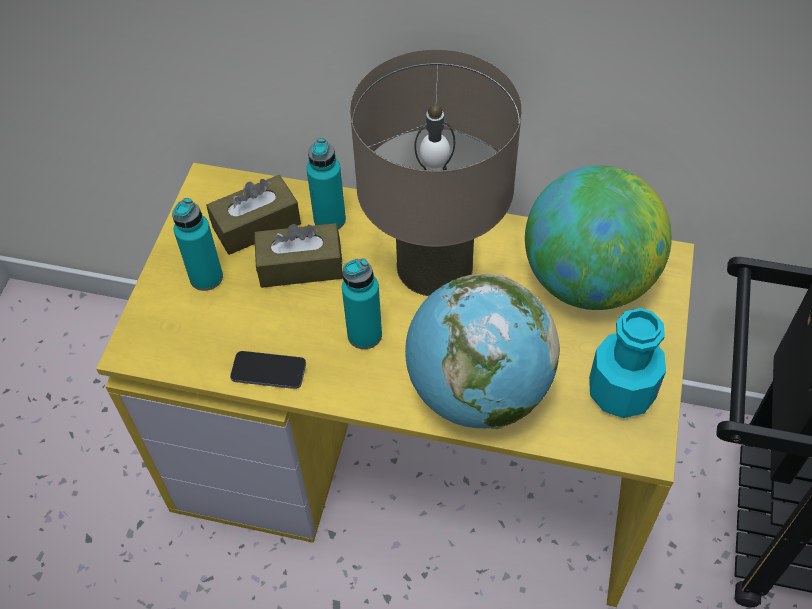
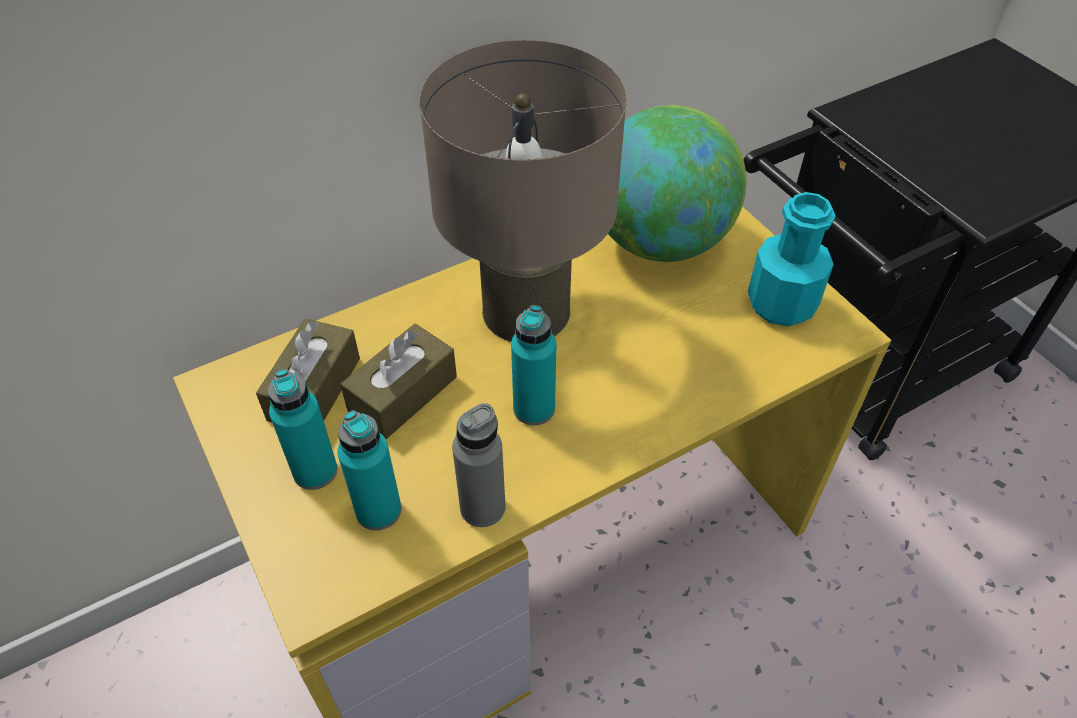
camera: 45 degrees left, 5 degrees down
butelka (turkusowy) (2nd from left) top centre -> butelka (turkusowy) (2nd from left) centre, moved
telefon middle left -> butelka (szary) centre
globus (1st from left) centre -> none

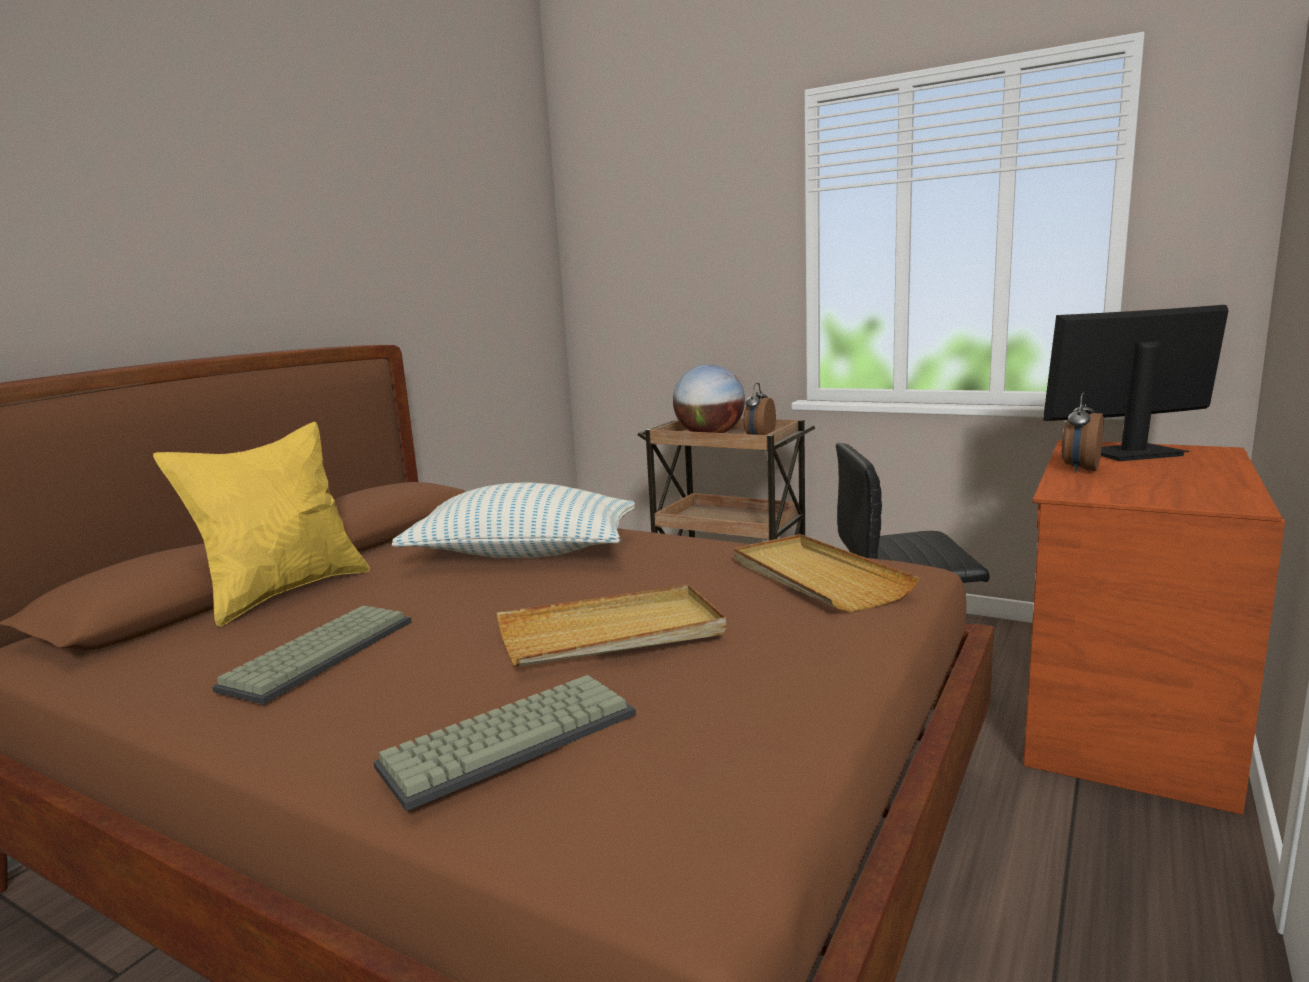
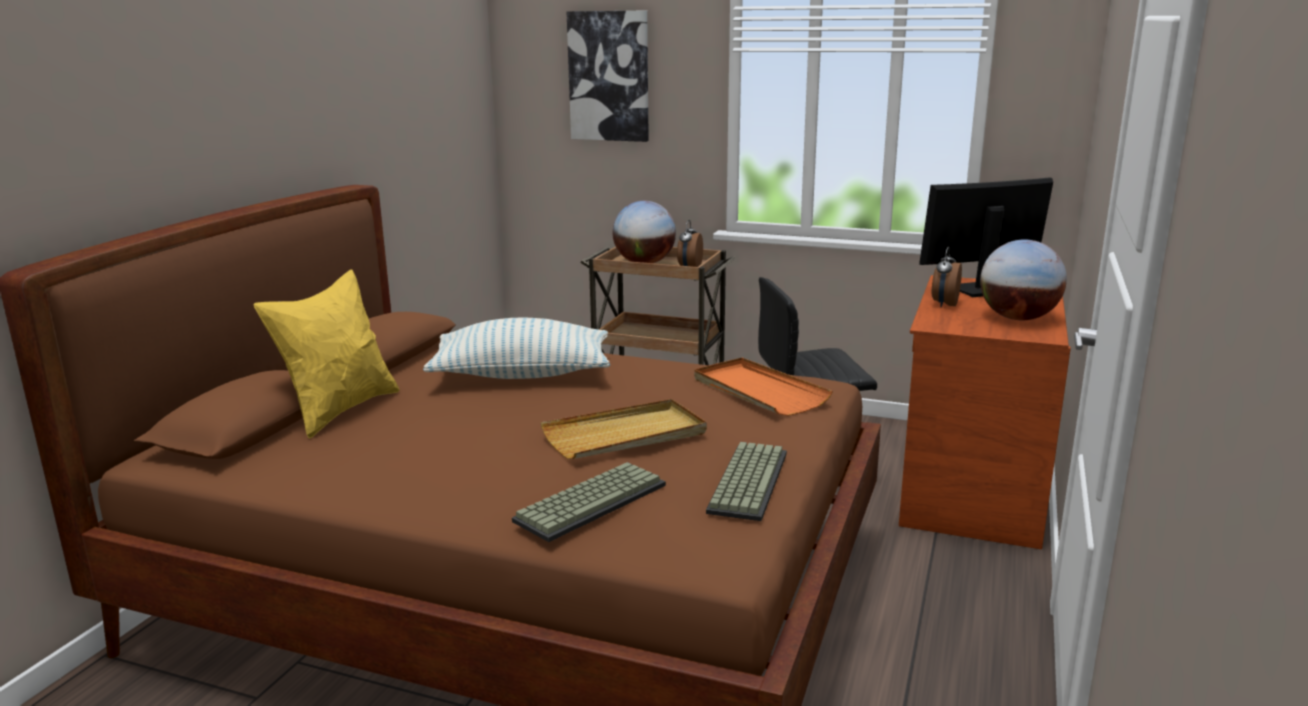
camera: 10 degrees left, 5 degrees up
none -> obraz top centre
taca (beżowy) (2nd from left) centre -> taca (pomarańczowy) centre
klawiatura (1st from left in the first image) bottom left -> klawiatura (2nd from left) bottom centre, moved
none -> globus (2nd from left) middle right

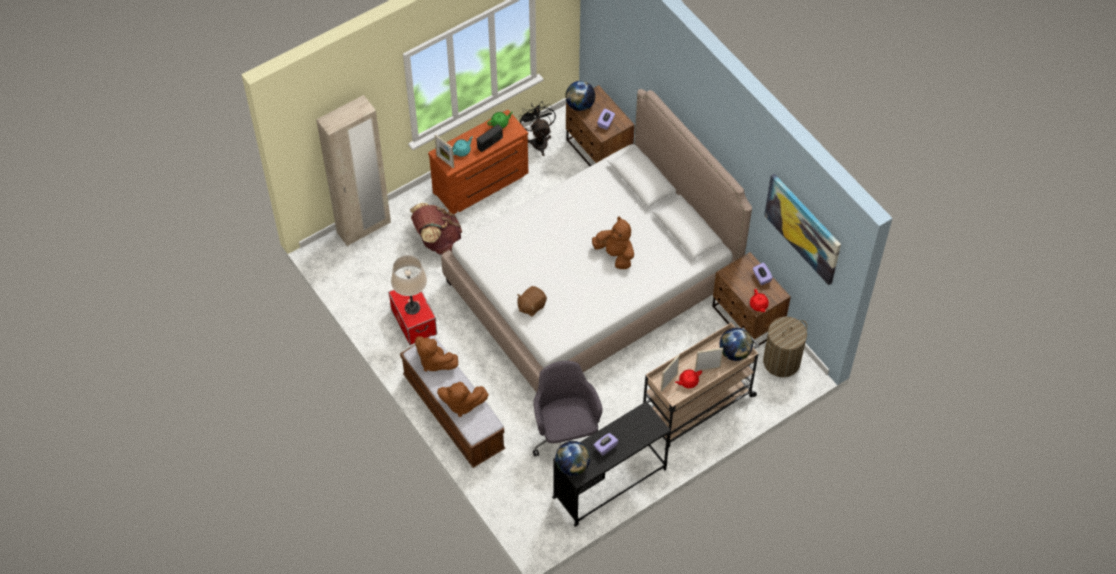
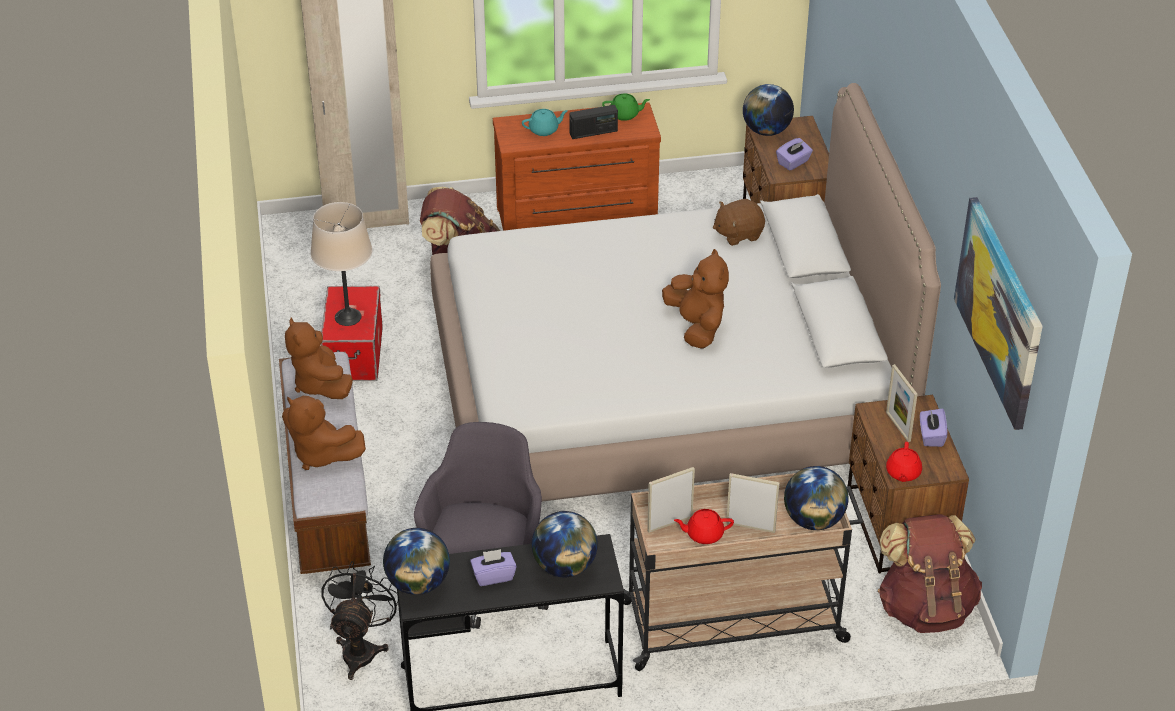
camera: 25 degrees right, 15 degrees down
wentylator (czarny) top centre -> wentylator (czarny) bottom left, moved
none -> globus (2nd from left) bottom centre
pluszak (brązowy) (3rd from left in the first image) centre -> pluszak (brązowy) (4th from left) top centre, moved
kosz na pranie middle right -> plecak (brązowy) (2nd from left) bottom right
ramka na zdjęcie (1st from left in the first image) top centre -> ramka na zdjęcie (3rd from left) middle right, moved

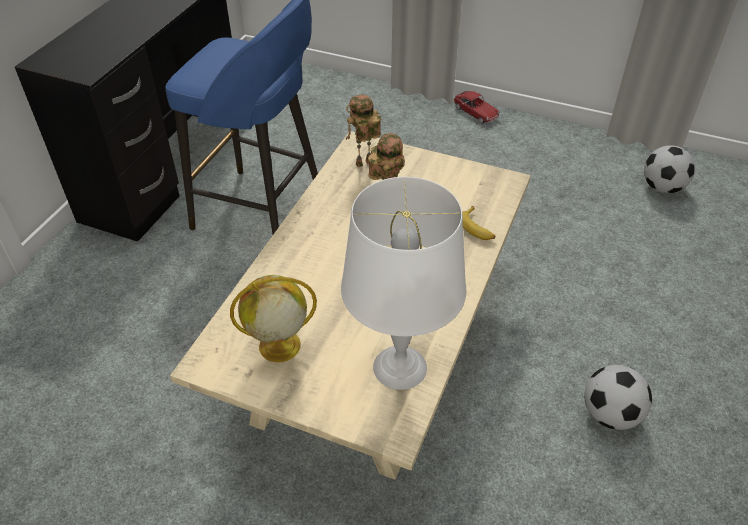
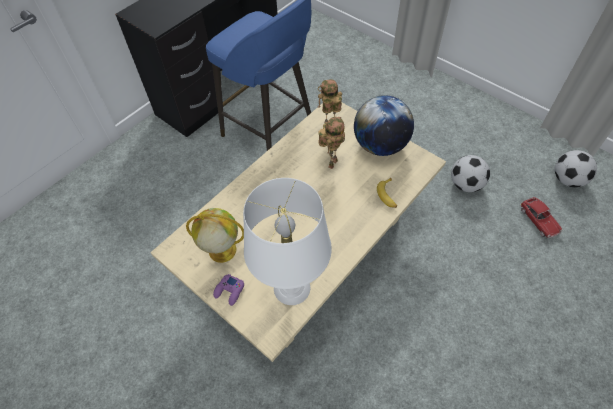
camera: 20 degrees right, 10 degrees up
none -> pad do gier (fioletowy) bottom centre
none -> globus (2nd from left) top centre
piłka futbolowa (1st from left) bottom right -> piłka futbolowa (1st from left) middle right, moved
samochodzik top centre -> samochodzik middle right, moved

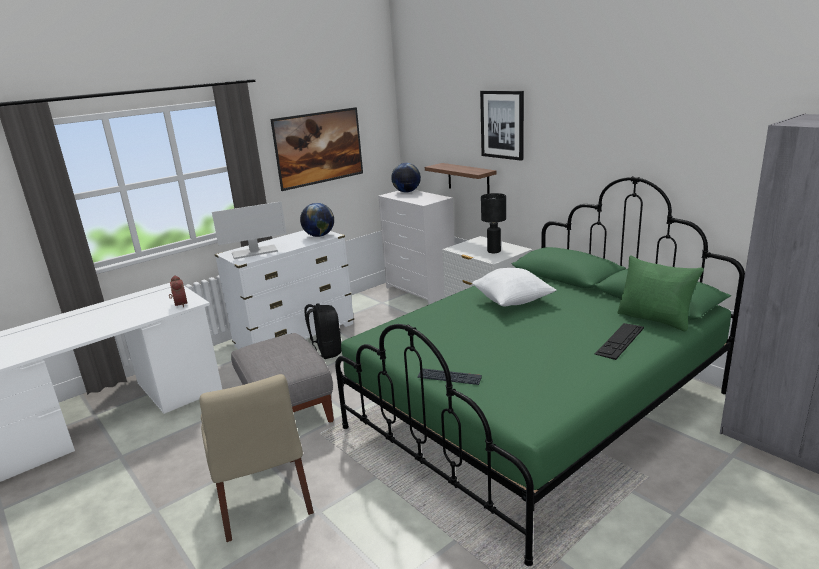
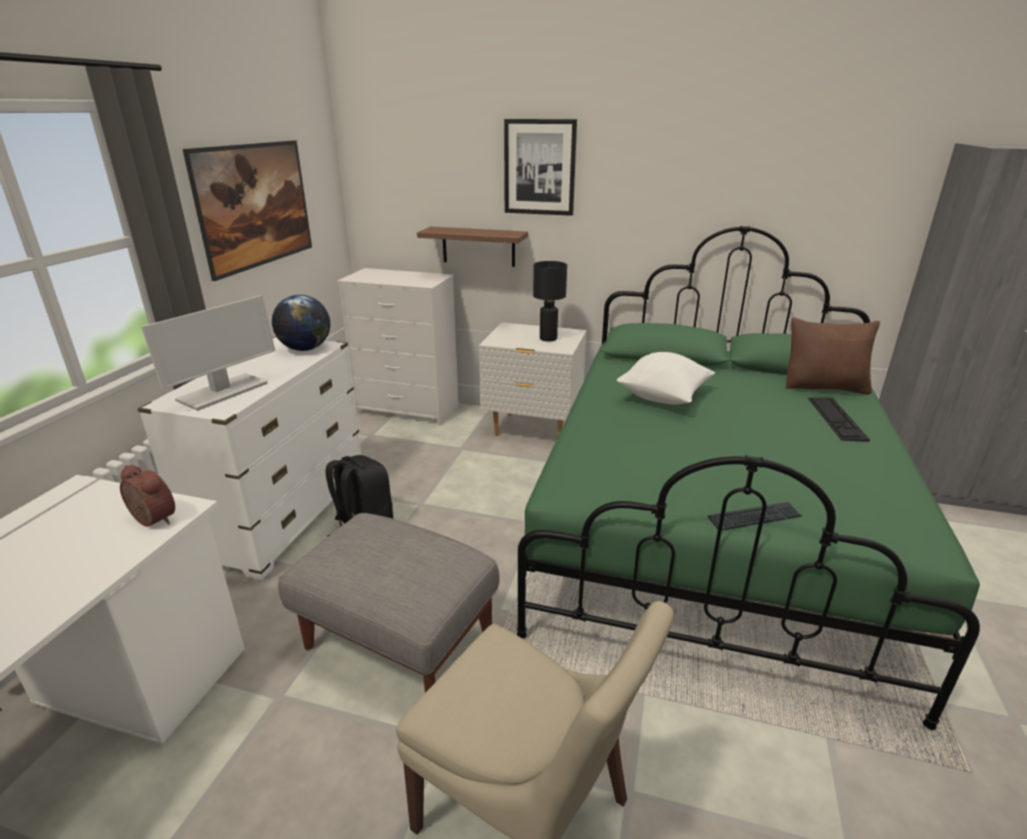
camera: 35 degrees left, 5 degrees up
poduszka (zielony) middle right -> poduszka (brązowy) middle right
globus (2nd from left) top centre -> none

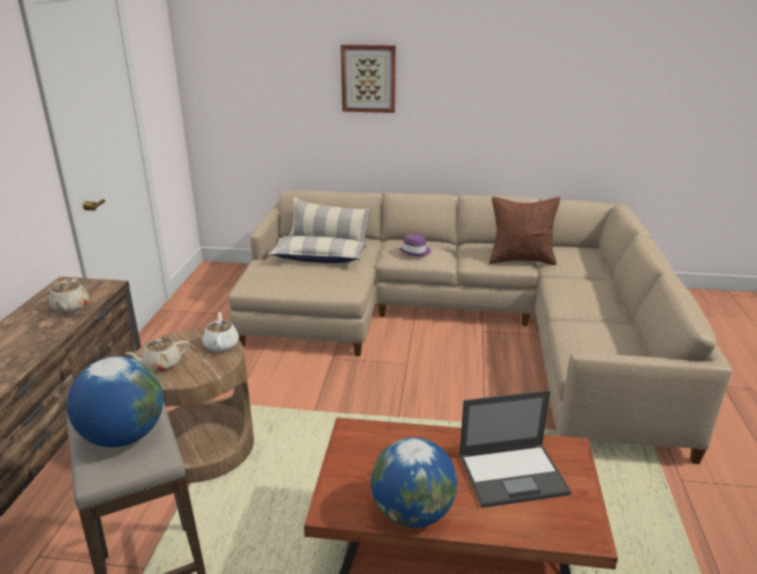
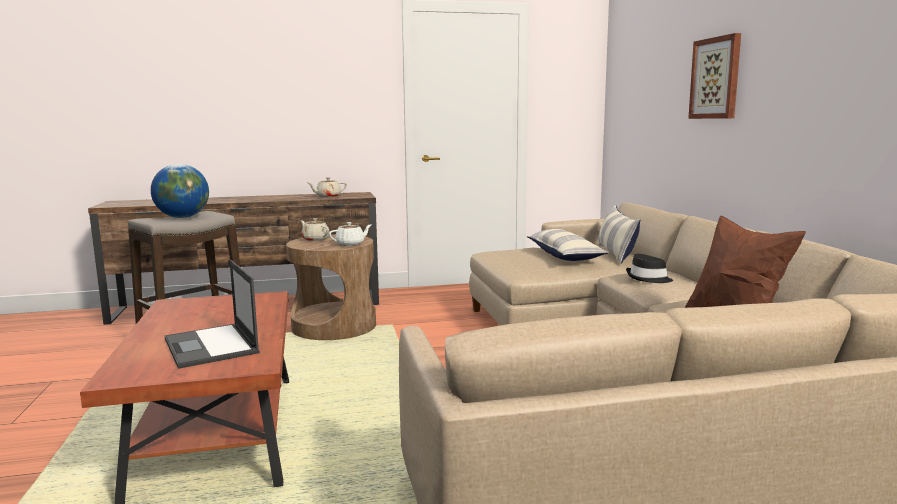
camera: 70 degrees right, 15 degrees down
kapelusz (fioletowy) centre -> kapelusz (czarny) middle right
globus (2nd from left) bottom centre -> none

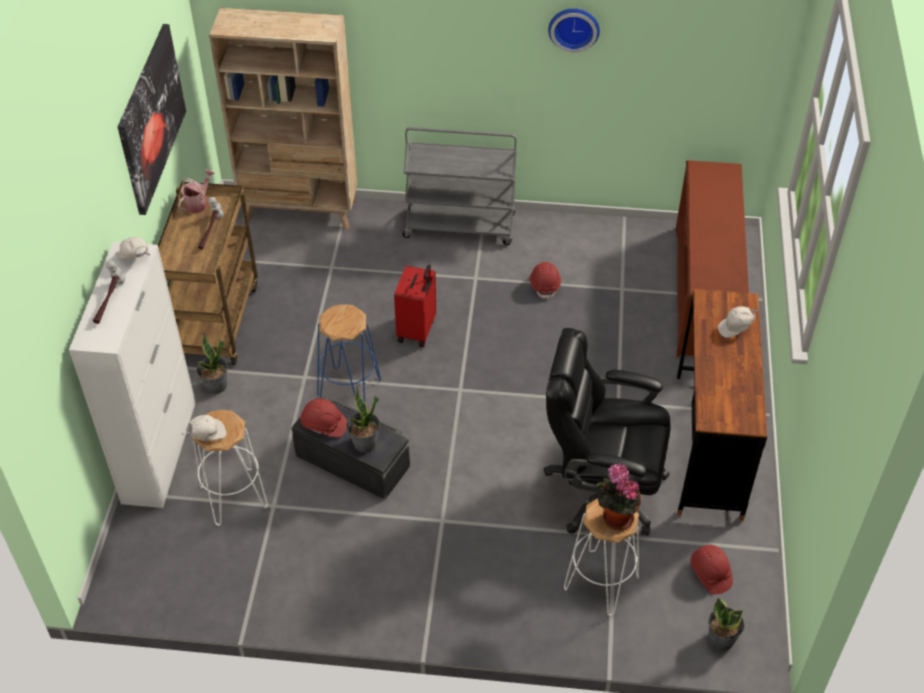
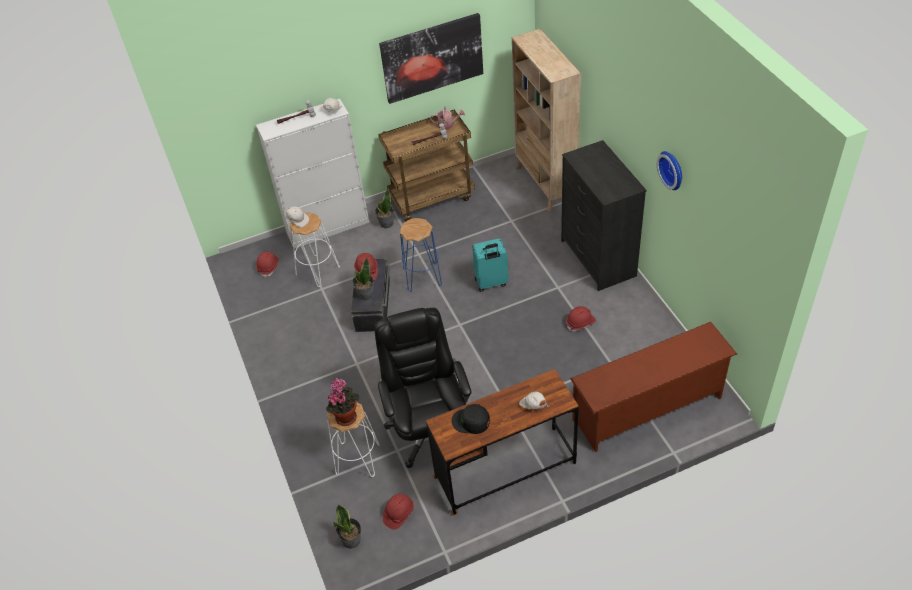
camera: 65 degrees right, 0 degrees up
none -> kask (czerwony) (1st from left) middle left
none -> czapka z daszkiem (czarny) bottom centre
walizka (czerwony) centre -> walizka (turkusowy) centre
wózek (szary) top centre -> komoda (czarny) centre

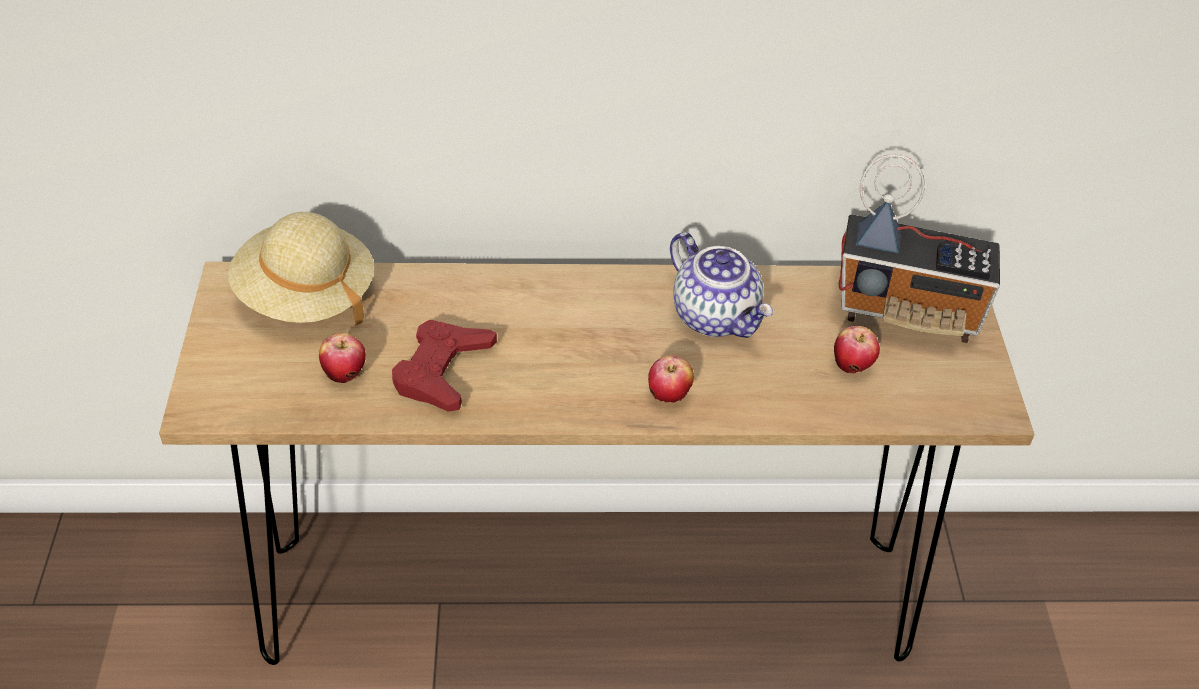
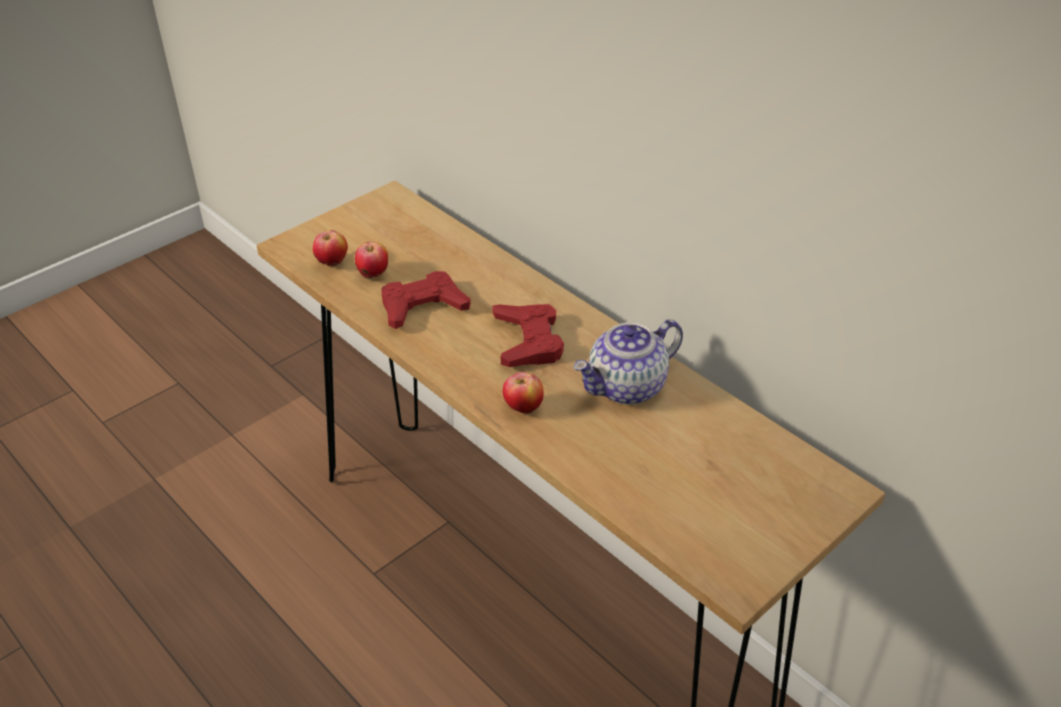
camera: 50 degrees right, 5 degrees down
jabłko (3rd from left in the first image) middle right -> jabłko (1st from left) middle left, moved
none -> pad do gier (czerwony) (2nd from left) centre
imbryk centre, 45 degrees clockwise
kapelusz (beżowy) middle left -> none
radio middle right -> none

